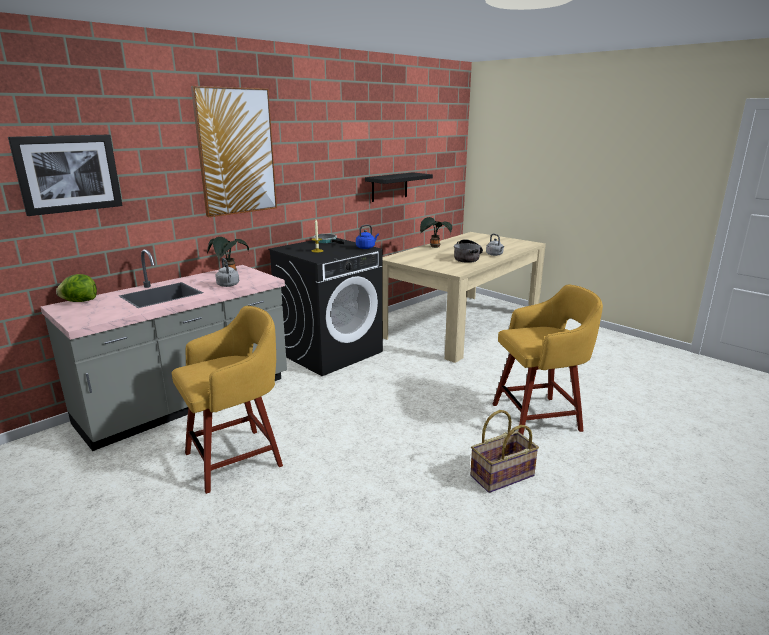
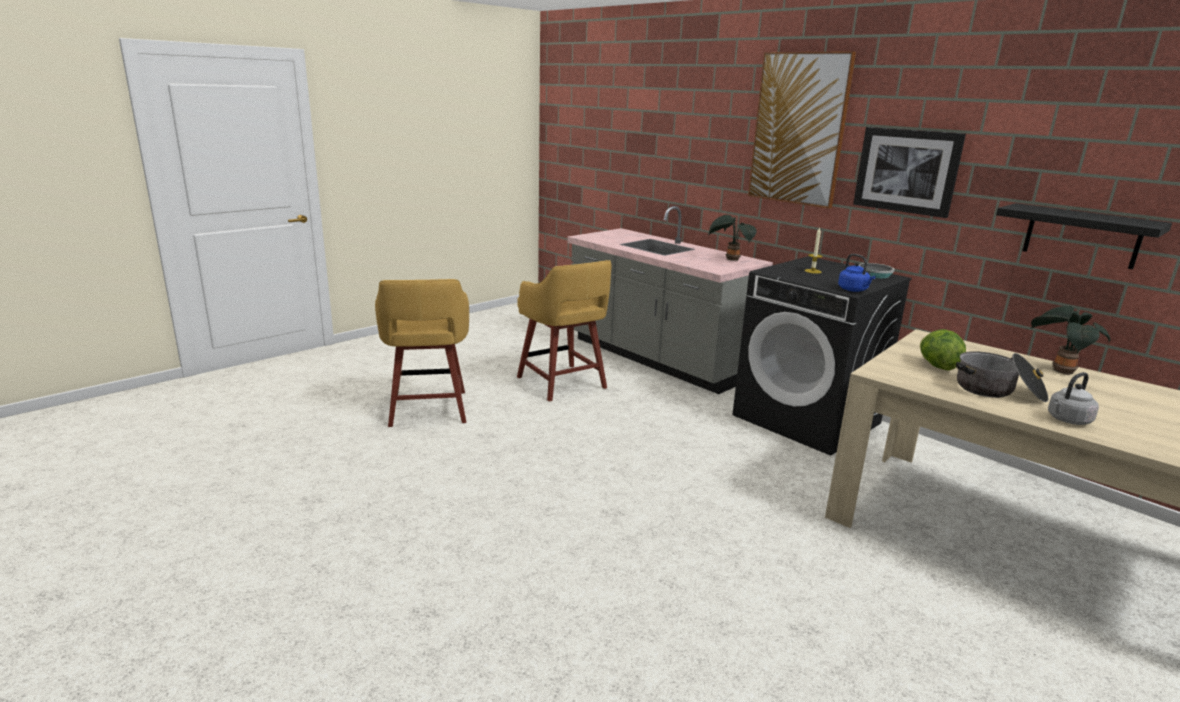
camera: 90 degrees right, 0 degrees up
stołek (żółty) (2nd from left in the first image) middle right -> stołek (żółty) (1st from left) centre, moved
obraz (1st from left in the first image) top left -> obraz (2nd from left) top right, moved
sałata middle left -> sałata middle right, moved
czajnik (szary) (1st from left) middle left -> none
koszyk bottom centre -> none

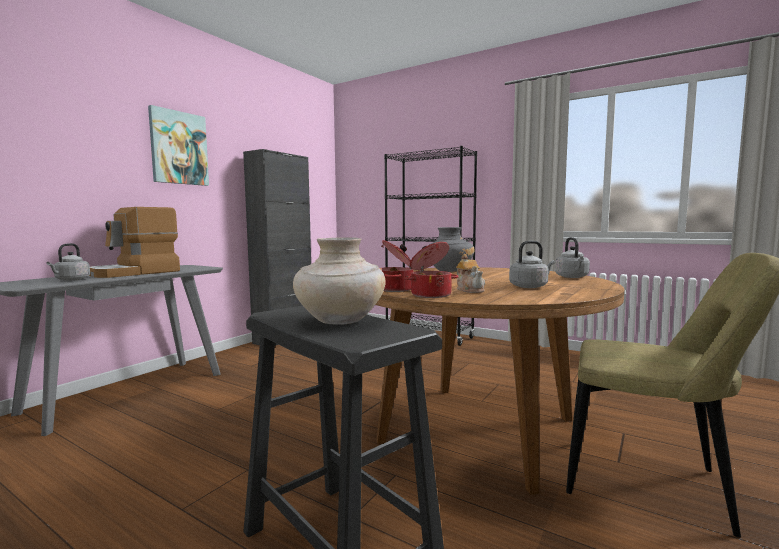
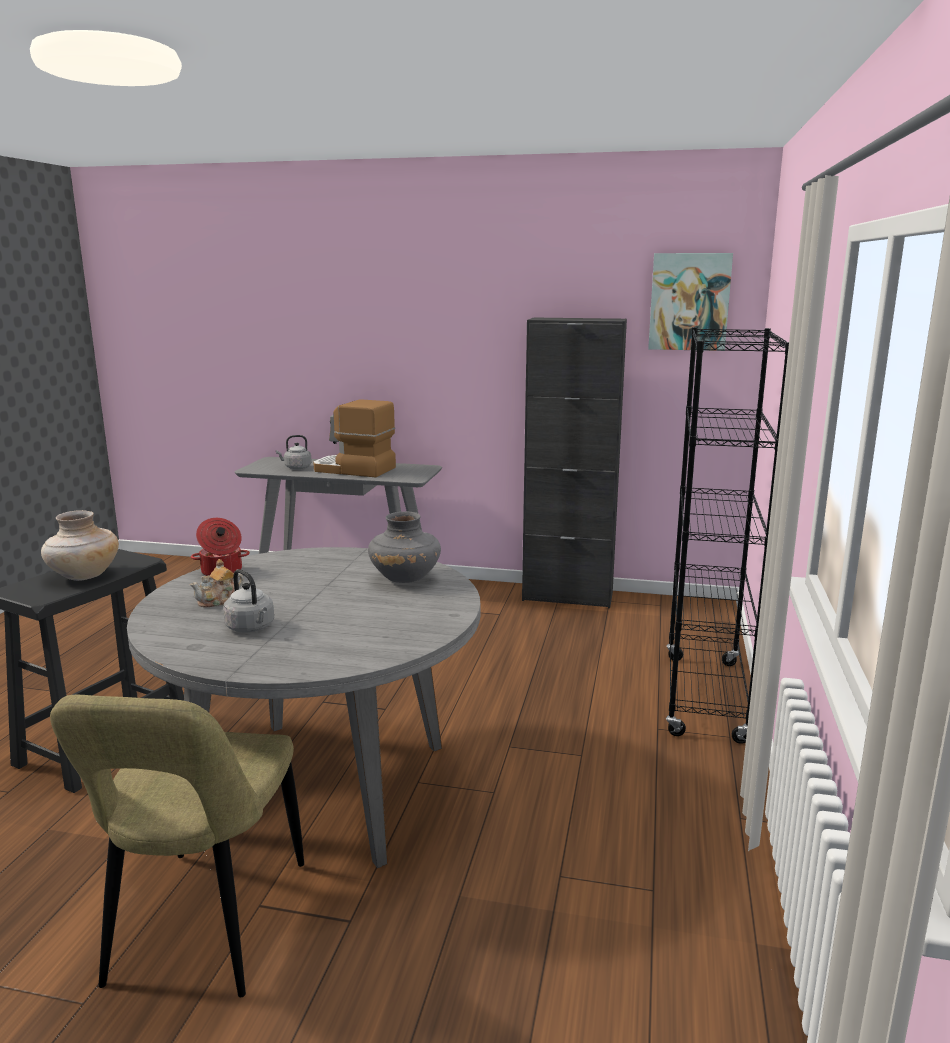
camera: 70 degrees right, 10 degrees up
stół jadalny (brązowy) bottom centre -> stół jadalny (szary) bottom left
obraz top left -> obraz top right, moved
garnek (2nd from left) centre -> none
czajnik (szary) (3rd from left) middle right -> none

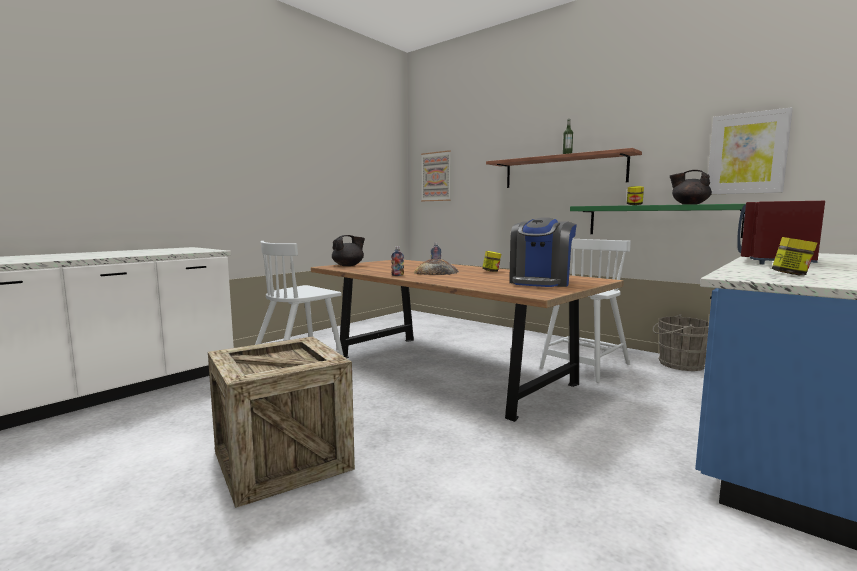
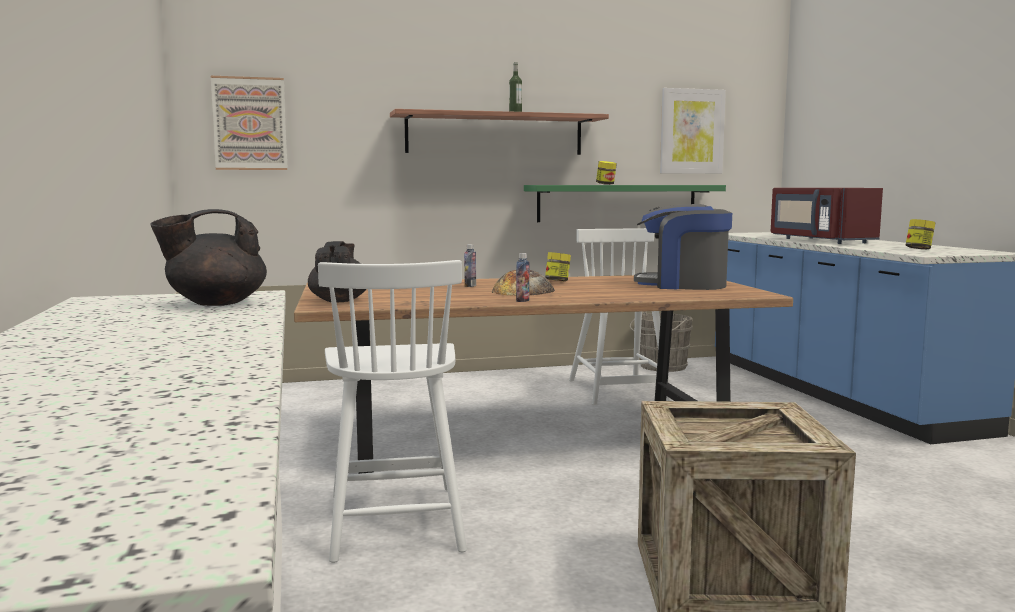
camera: 55 degrees left, 0 degrees up
imbryk (czarny) (2nd from left in the first image) top right -> imbryk (czarny) (1st from left) middle left, moved
ekspres do kawy centre -> ekspres do kawy middle right, 135 degrees clockwise

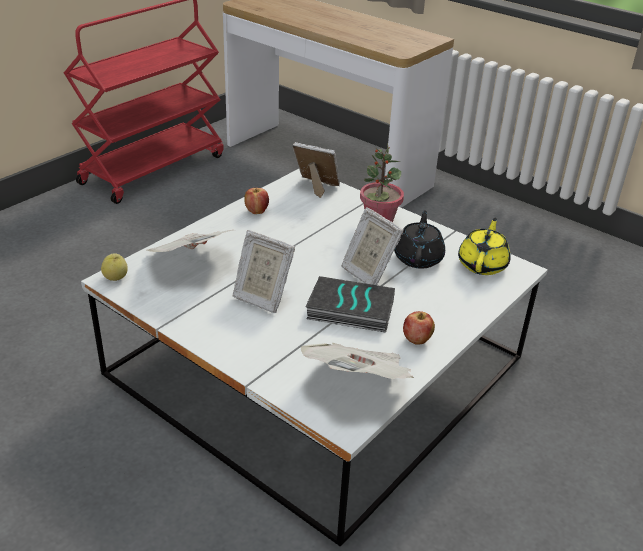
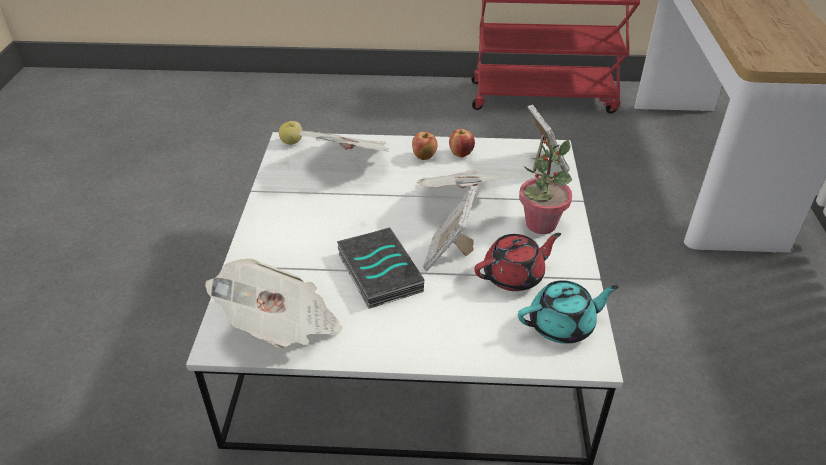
camera: 55 degrees right, 5 degrees up
jabłko (3rd from left in the first image) centre -> jabłko (2nd from left) top centre, moved
none -> gazeta (3rd from left) centre
imbryk (czarny) centre -> imbryk (czerwony) centre
imbryk (żółty) middle right -> imbryk (turkusowy) bottom right
ramka na zdjęcie (1st from left) centre -> none

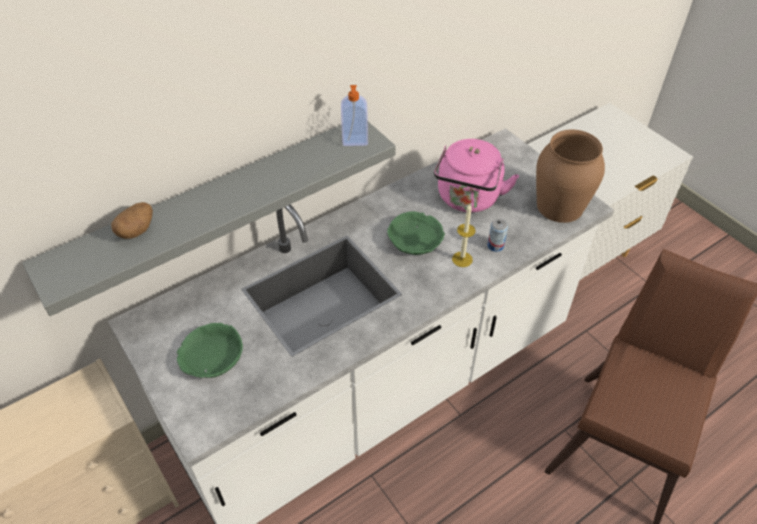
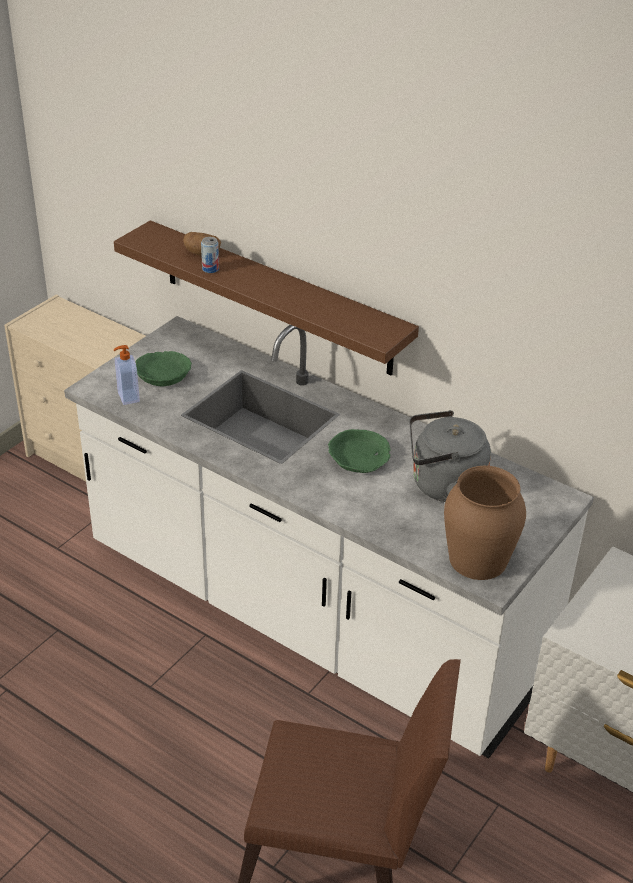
camera: 70 degrees right, 10 degrees down
dozownik mydła top centre -> dozownik mydła middle left, moved
półka (szary) middle left -> półka (brązowy) centre
puszka centre -> puszka top left, moved
czajnik (różowy) centre -> czajnik (szary) middle right
świeca centre -> none

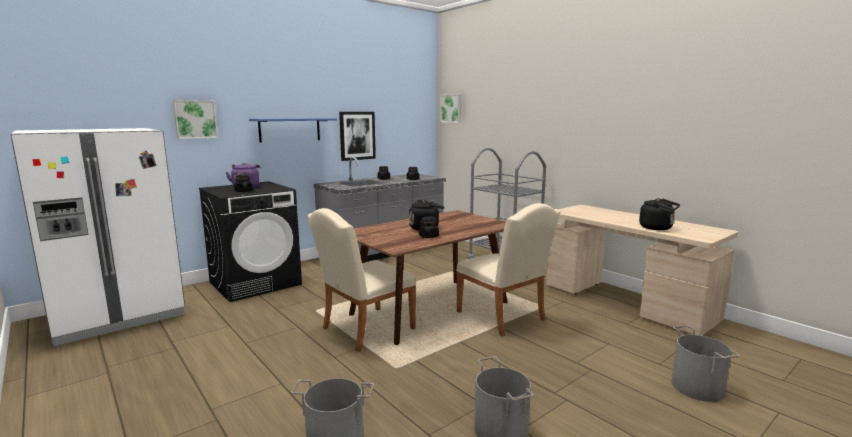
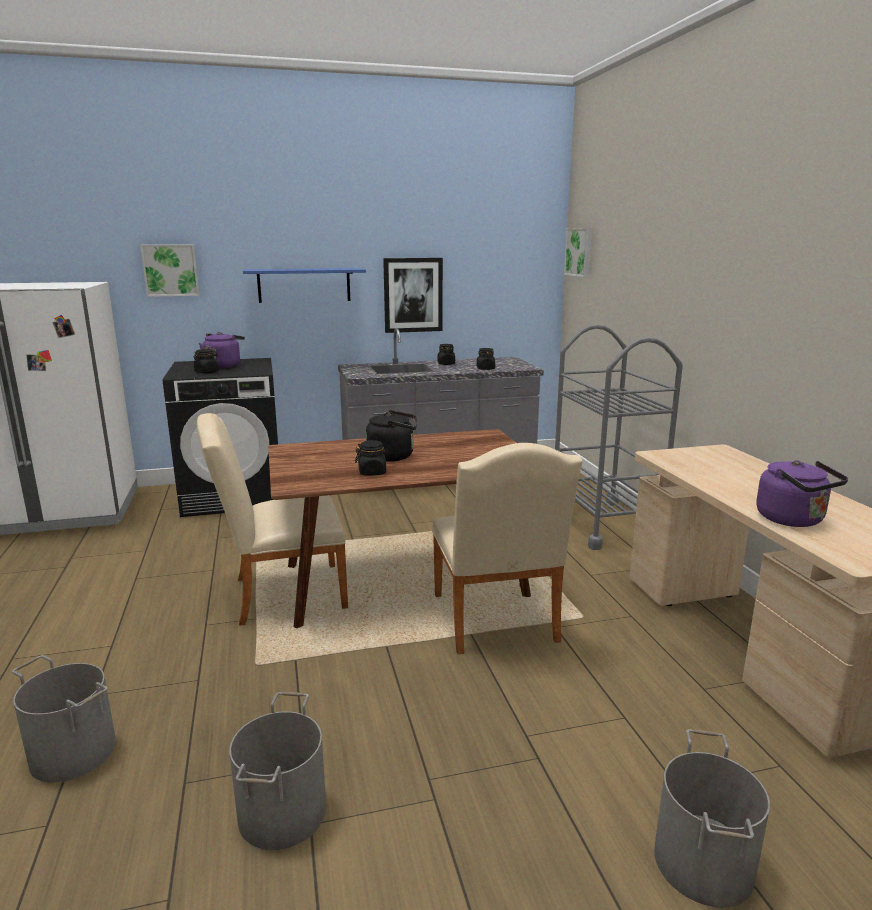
camera: 25 degrees right, 5 degrees up
czajnik (czarny) (2nd from left) middle right -> czajnik (fioletowy) (2nd from left) middle right

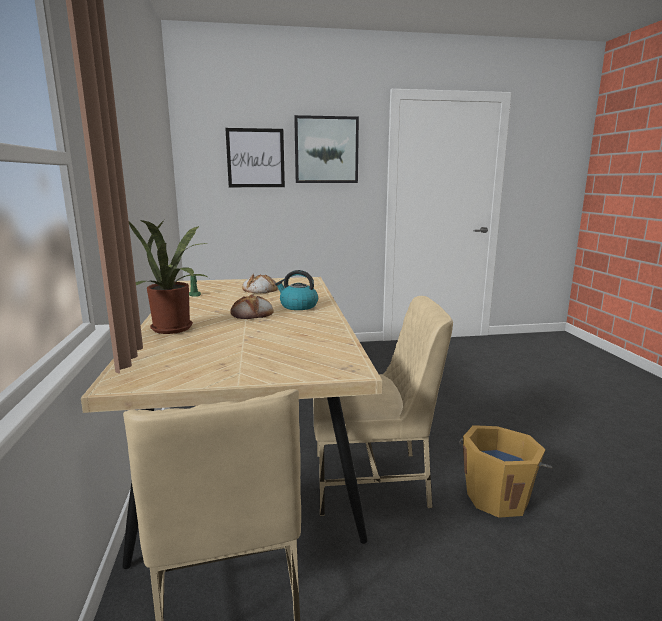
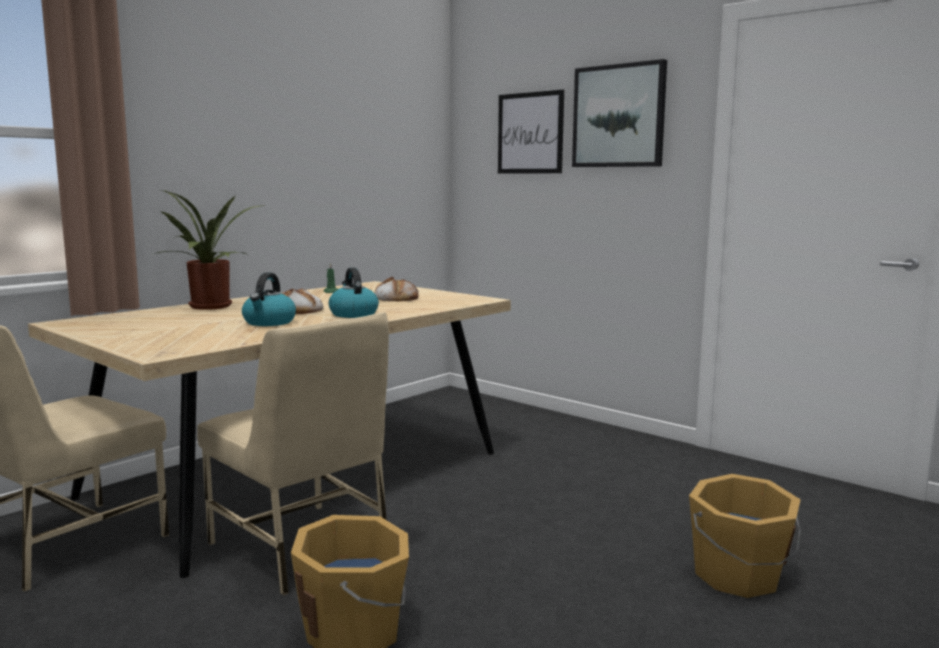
camera: 50 degrees right, 5 degrees down
none -> czajnik (1st from left) middle left
none -> wiadro (pomarańczowy) (2nd from left) bottom right

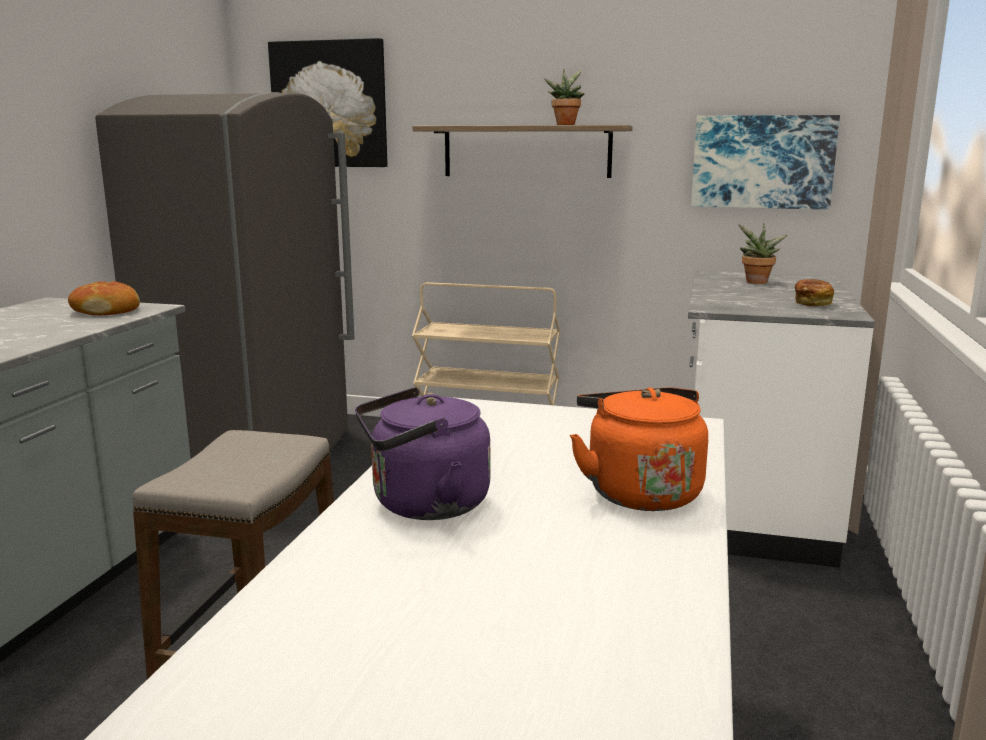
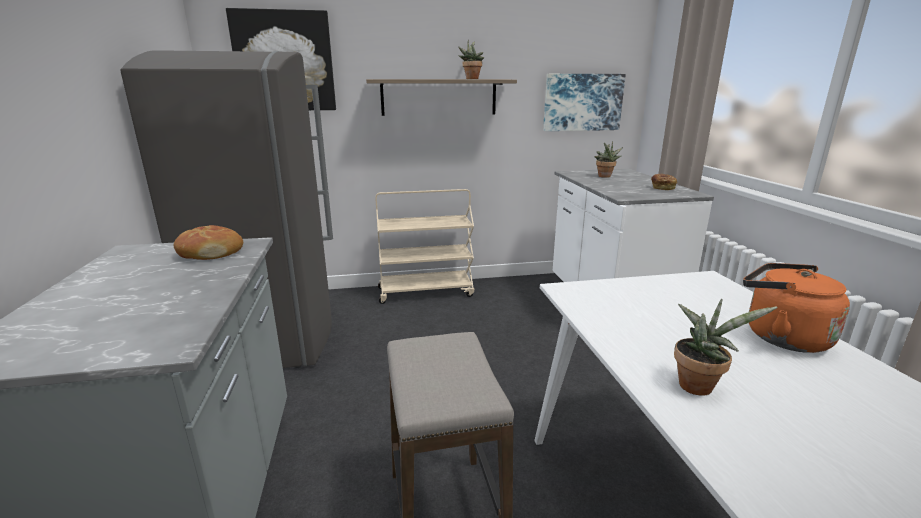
camera: 25 degrees left, 5 degrees up
czajnik (fioletowy) centre -> roślina doniczkowa (3rd from left) bottom right

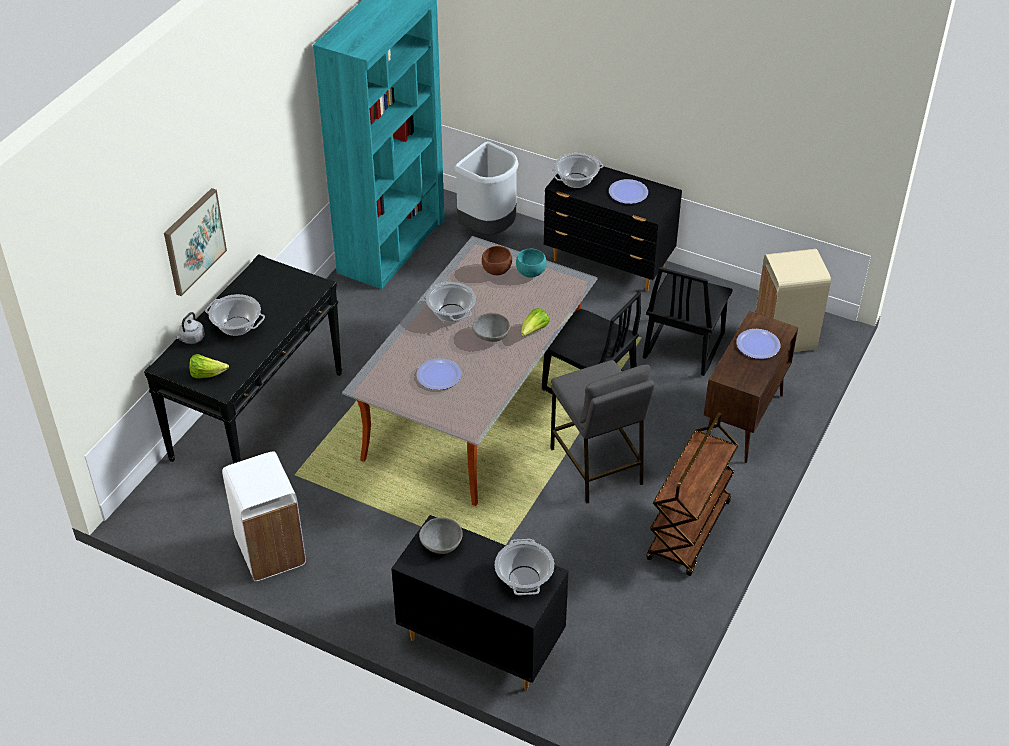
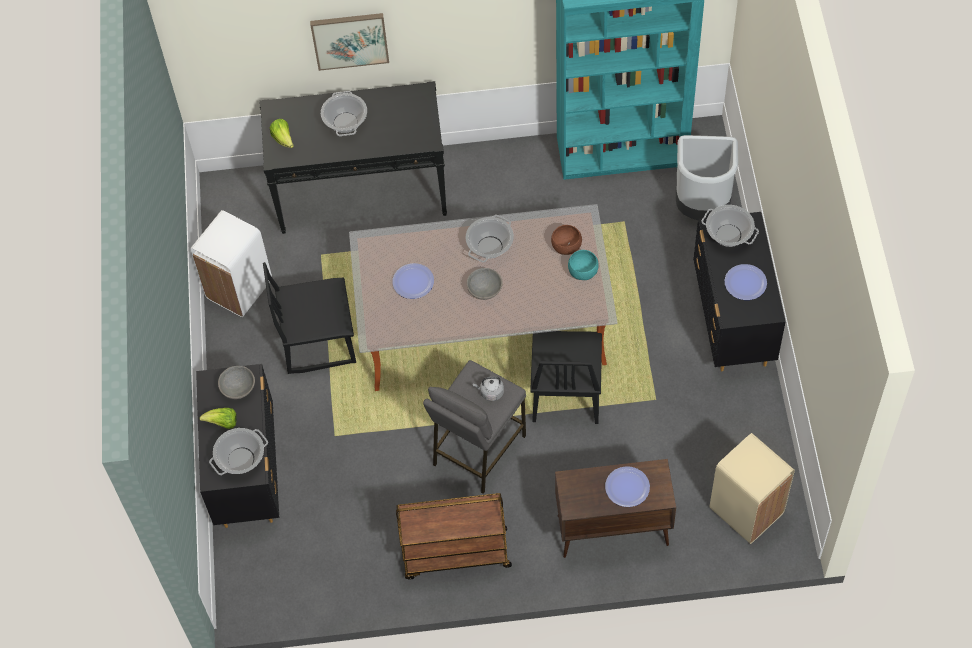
camera: 60 degrees right, 15 degrees up
sałata (2nd from left in the first image) centre -> sałata (1st from left) middle left, moved
krzesło (czarny) (2nd from left in the first image) middle right -> krzesło (czarny) (1st from left) middle left, moved
czajnik (szary) middle left -> czajnik (szary) centre, moved

